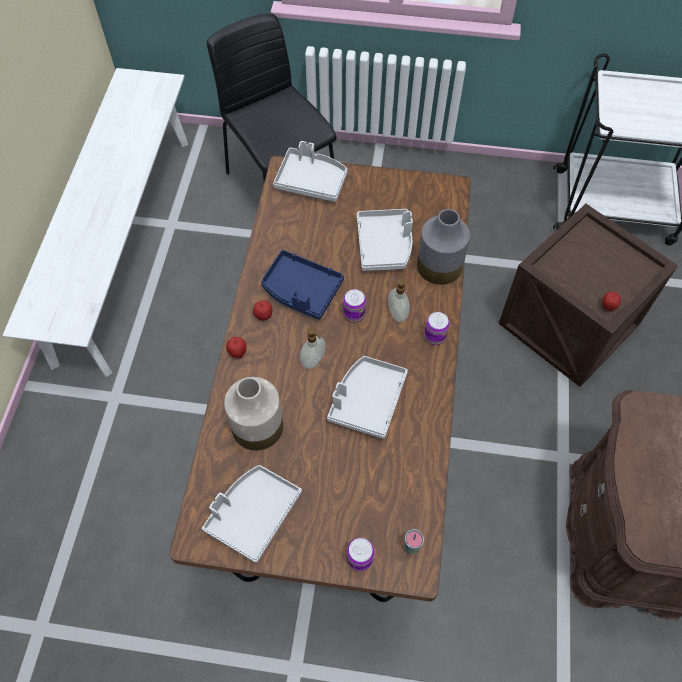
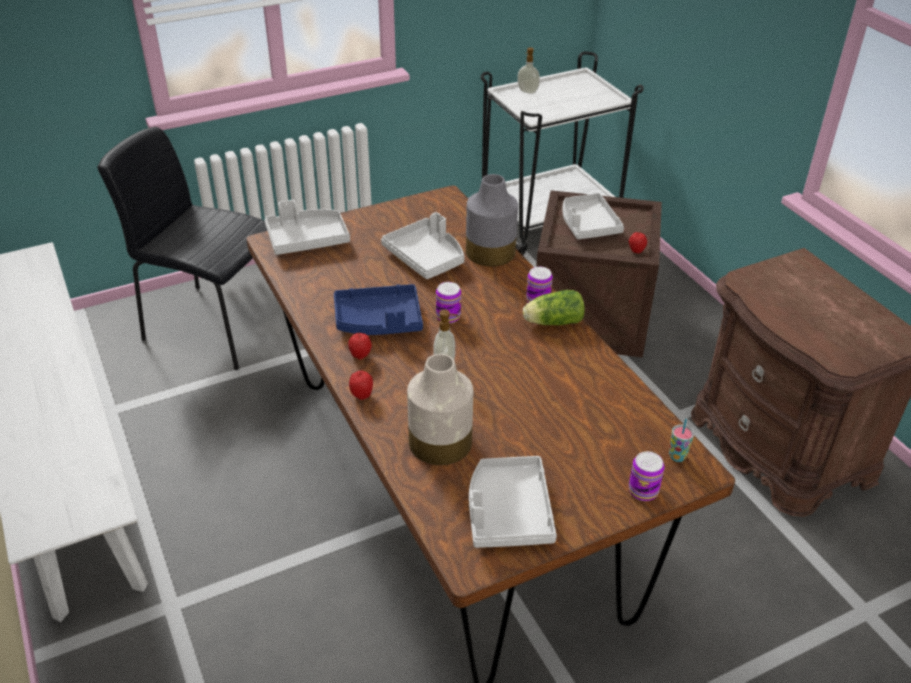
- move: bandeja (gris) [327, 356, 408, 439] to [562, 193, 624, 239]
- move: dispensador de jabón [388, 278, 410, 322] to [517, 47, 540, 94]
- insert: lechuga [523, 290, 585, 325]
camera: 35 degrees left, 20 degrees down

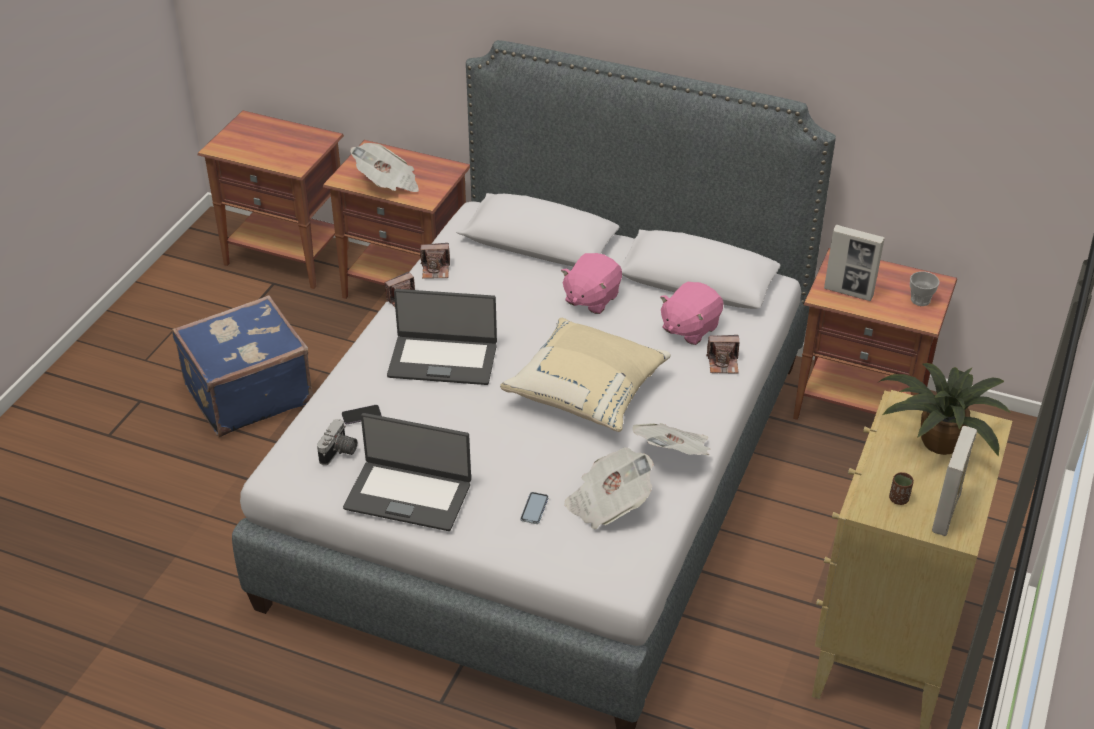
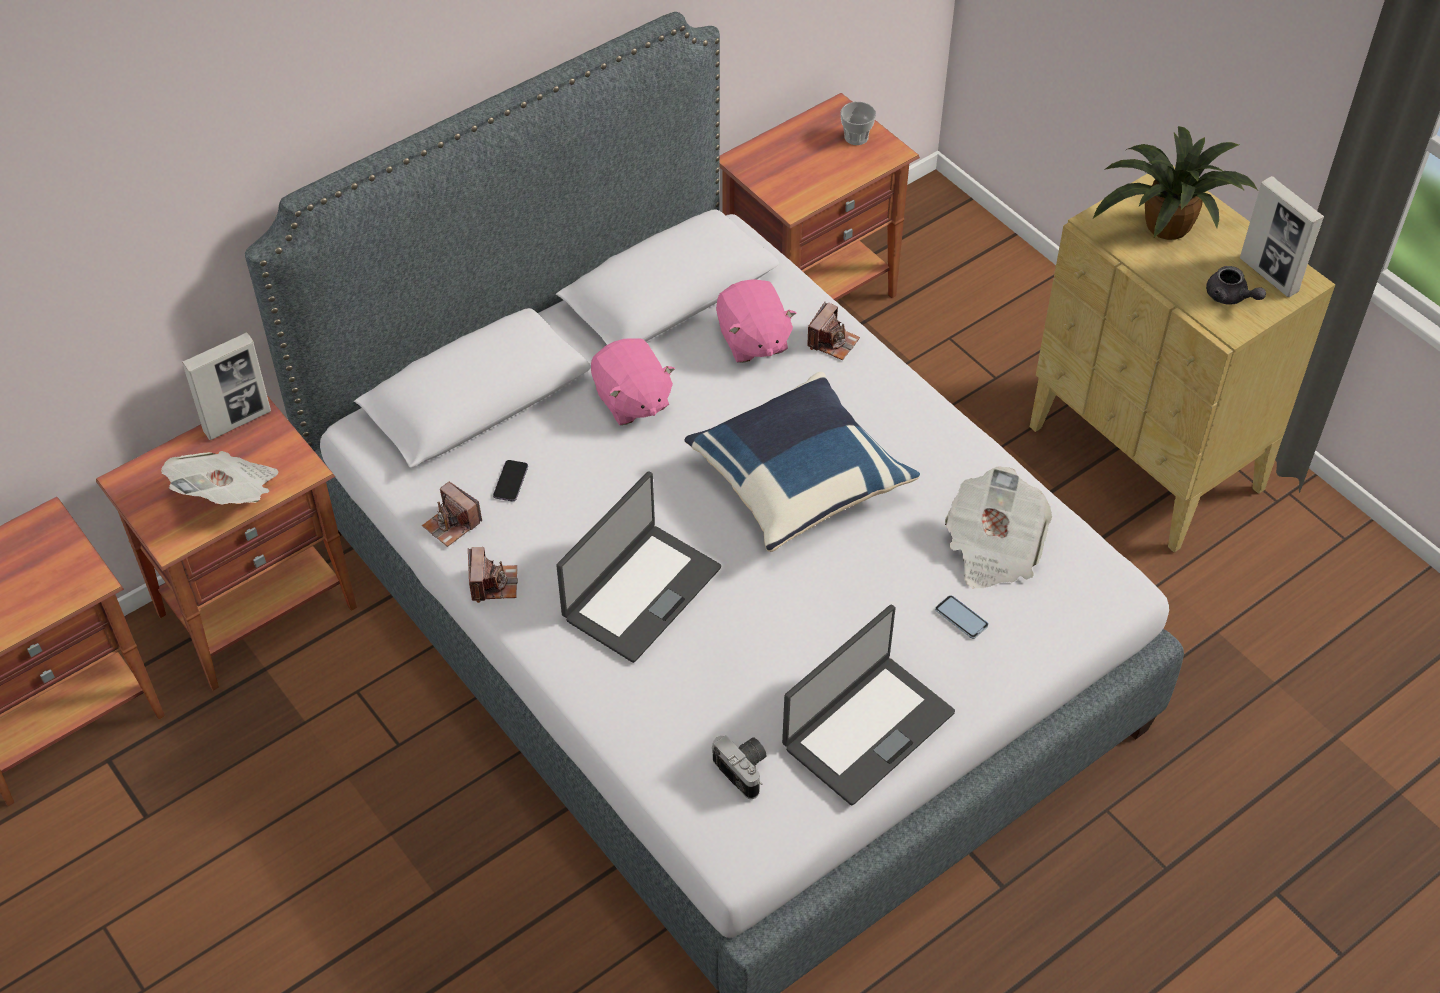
- delete: maleta (azul) [172, 295, 313, 437]
- move: móvil [342, 405, 382, 424] to [493, 460, 528, 501]
- rotate: cámara [420, 243, 450, 279] = [422, 482, 482, 547] 105 degrees clockwise
- recolor: cojín (beis) [500, 318, 671, 432] to cojín (azul) [685, 372, 920, 552]
- delete: periódico [632, 423, 710, 455]
- move: portarretratos [824, 225, 885, 301] to [182, 333, 271, 440]
- replace: taza (marrón) [889, 472, 914, 505] to tetera (gris) [1206, 266, 1266, 305]
camera: 60 degrees left, 10 degrees up

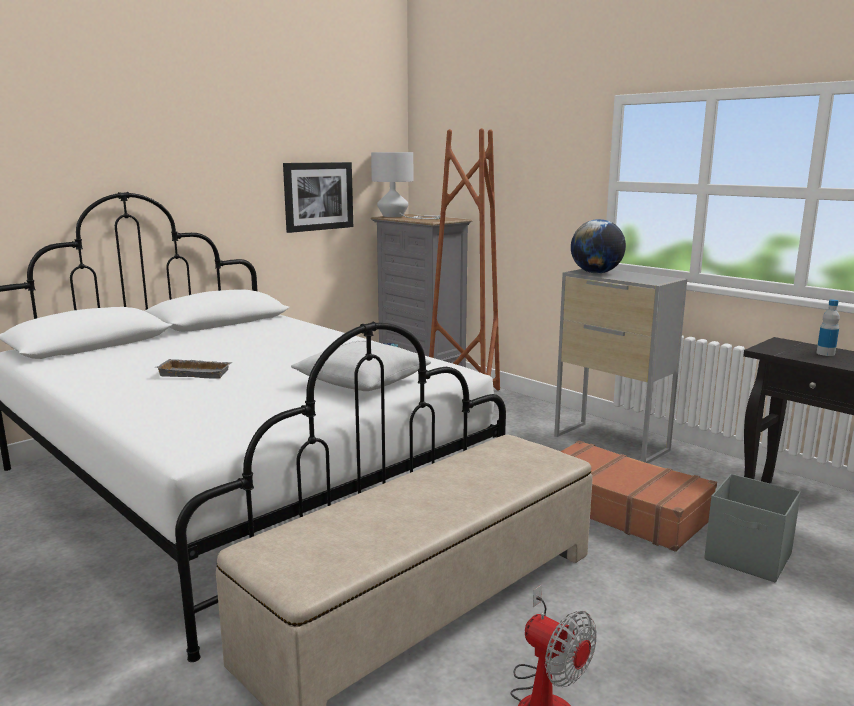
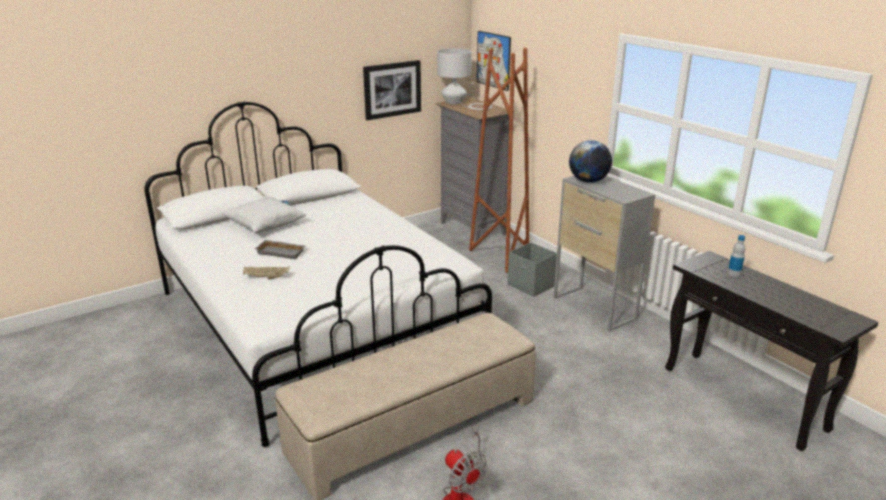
- move: cojín (gris) [291, 341, 431, 391] to [222, 197, 306, 233]
- delete: maleta (marrón) [560, 440, 717, 552]
- move: caja de almacenaje (gris) [704, 474, 801, 582] to [508, 242, 557, 297]
- insert: bandeja (beis) [243, 266, 290, 279]
- insert: cuadro [477, 31, 511, 91]
camera: 10 degrees right, 10 degrees up

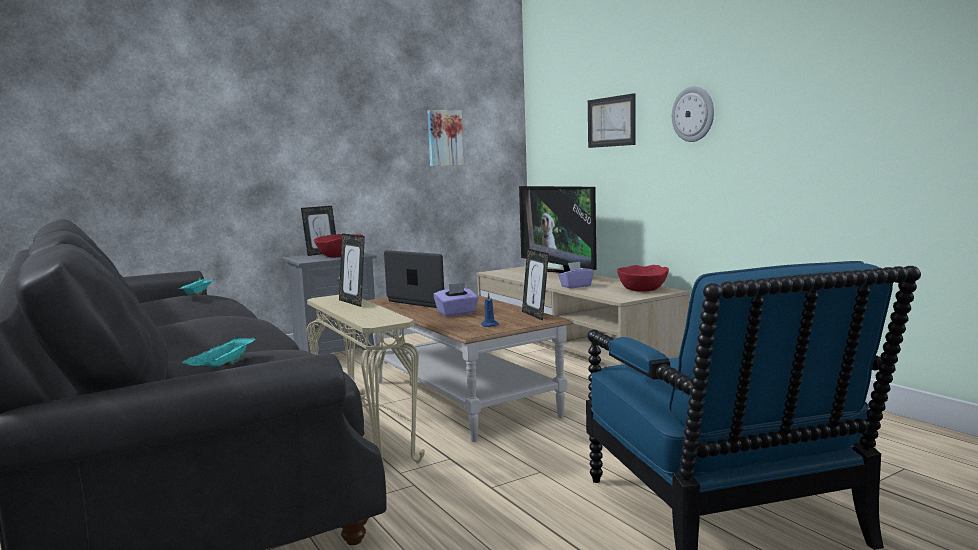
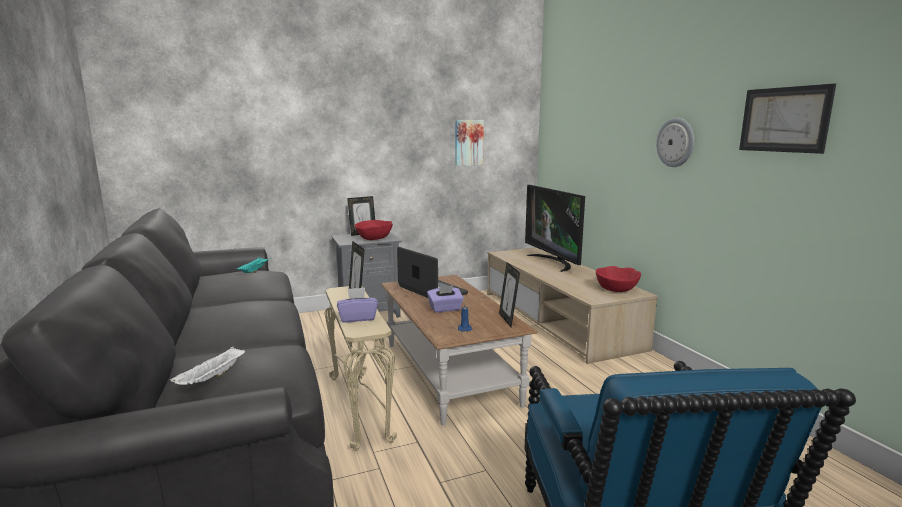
- recolor: bandeja (turquesa) [182, 336, 256, 367] to bandeja (blanco) [170, 347, 245, 385]
- move: caja de pañuelos (morado) [558, 262, 594, 288] to [337, 287, 378, 322]
- move: cuadro [588, 93, 636, 148] to [739, 84, 836, 154]
camera: 10 degrees right, 5 degrees up

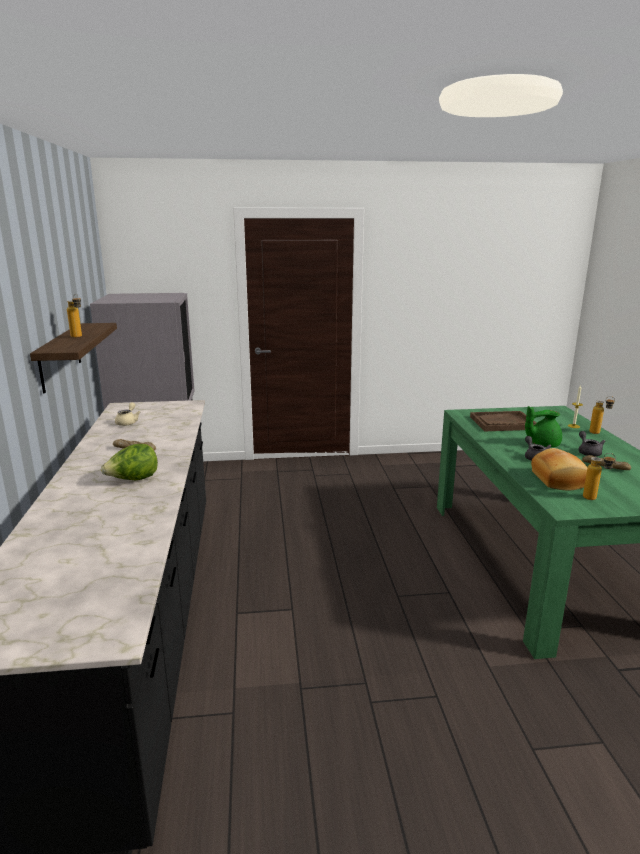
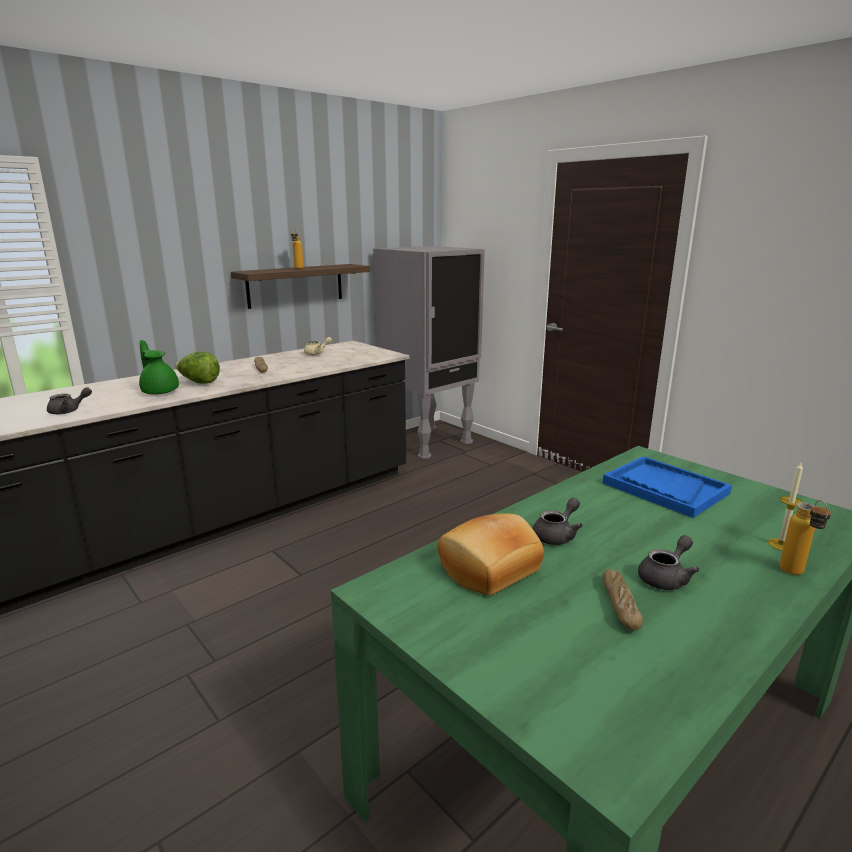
- recolor: bandeja (marrón) [470, 411, 536, 431] to bandeja (azul) [603, 456, 732, 518]
- move: tetera (verde) [525, 406, 562, 447] to [139, 340, 179, 394]
- delete: botella [583, 453, 616, 500]
- insert: tetera (gris) [47, 387, 92, 414]
camera: 55 degrees right, 0 degrees up

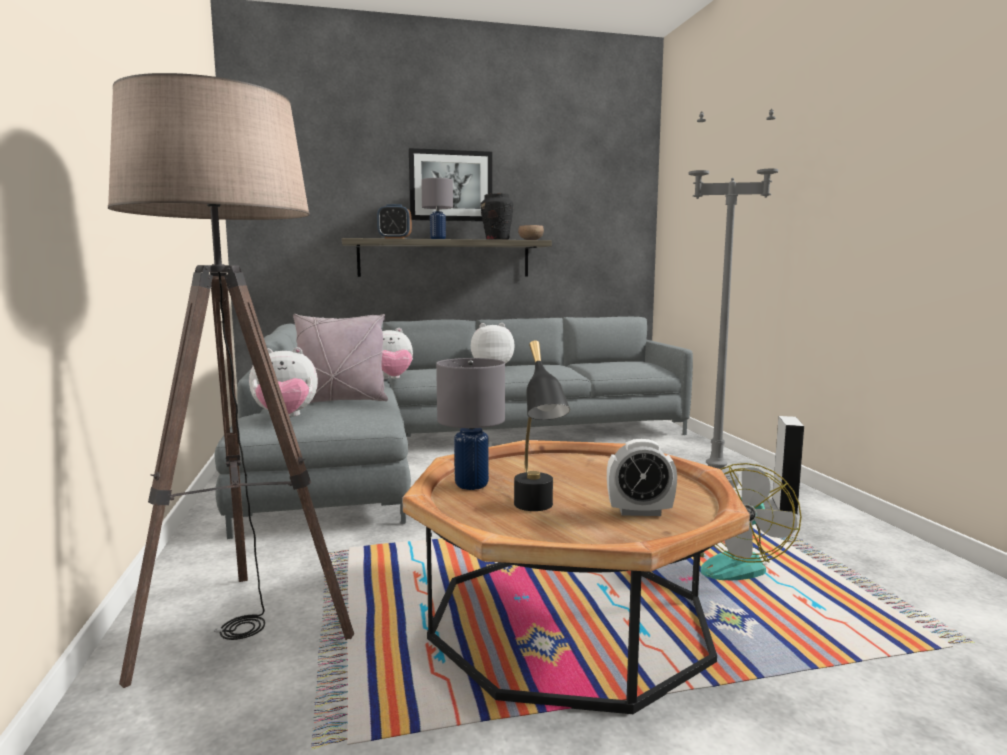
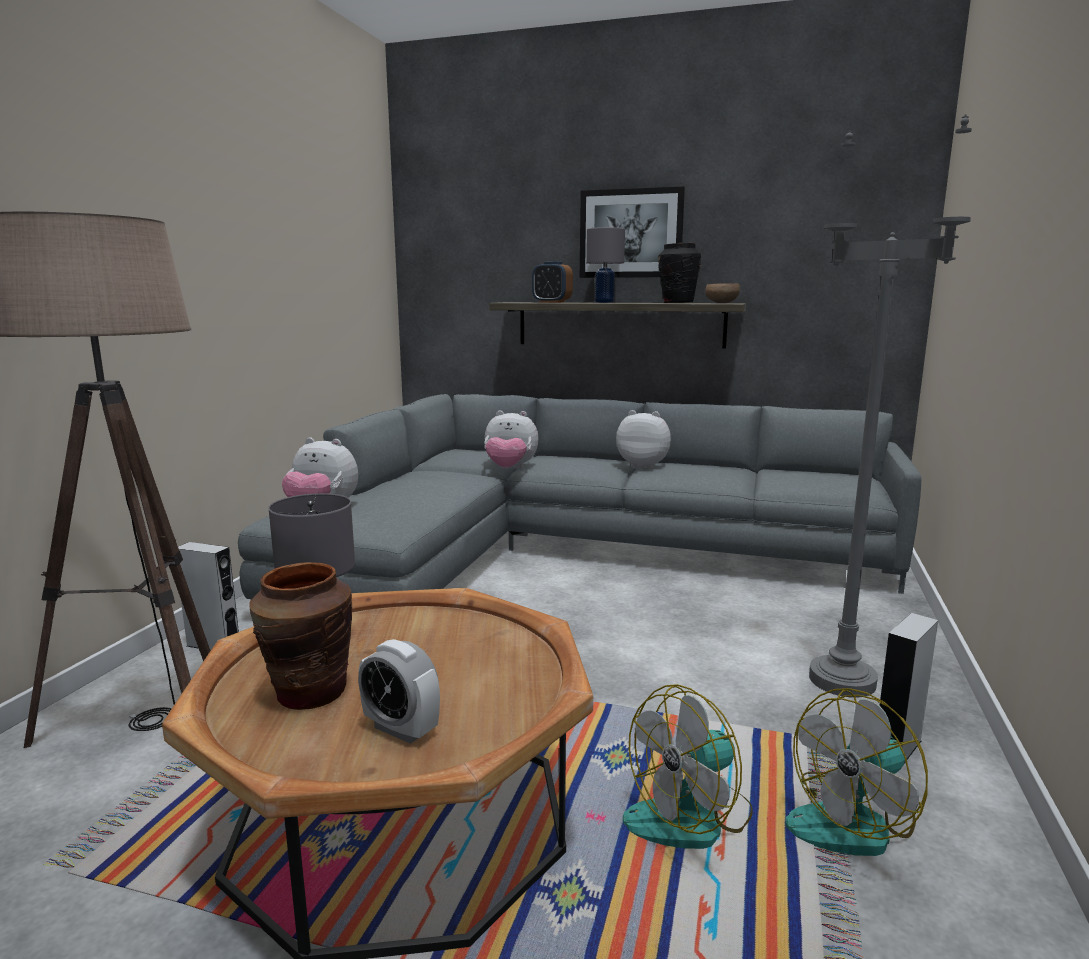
- delete: cojín (morado) [293, 314, 388, 403]
- replace: lámpara de mesa (negro) [514, 340, 570, 511] to florero (marrón) [249, 562, 352, 710]
- insert: altavoz (gris) [178, 542, 239, 651]
- insert: ventilador [785, 688, 928, 856]
camera: 30 degrees right, 5 degrees up

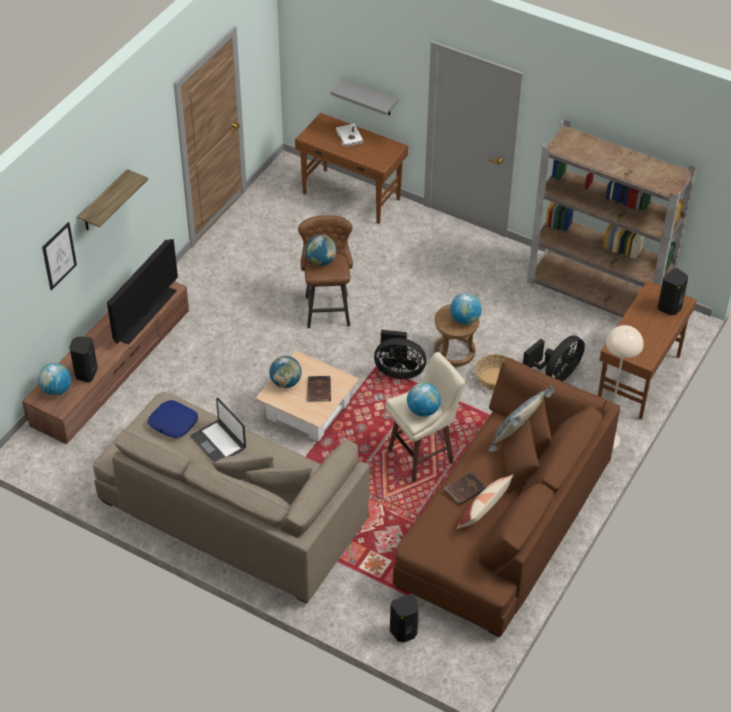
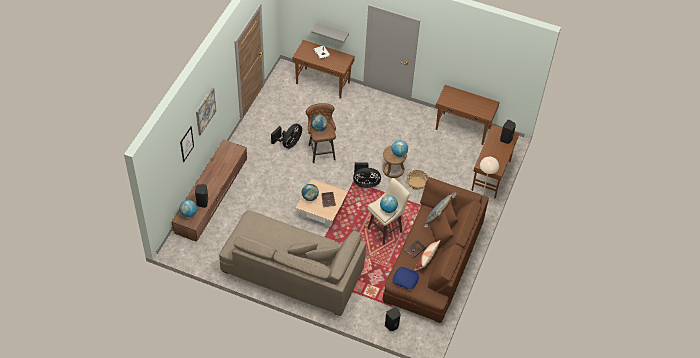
- replace: estante [78, 169, 148, 230] to cuadro [196, 87, 216, 136]
- delete: televisor [107, 239, 178, 344]
- move: cojín (azul) [148, 400, 198, 438] to [393, 267, 419, 289]
- delete: portátil [191, 398, 246, 462]
- move: ventilador (negro) [523, 336, 585, 381] to [271, 124, 302, 149]
- replace: estantería (marrón) [527, 119, 697, 318] to mesa consola (marrón) [435, 85, 500, 145]
camera: 10 degrees left, 5 degrees up

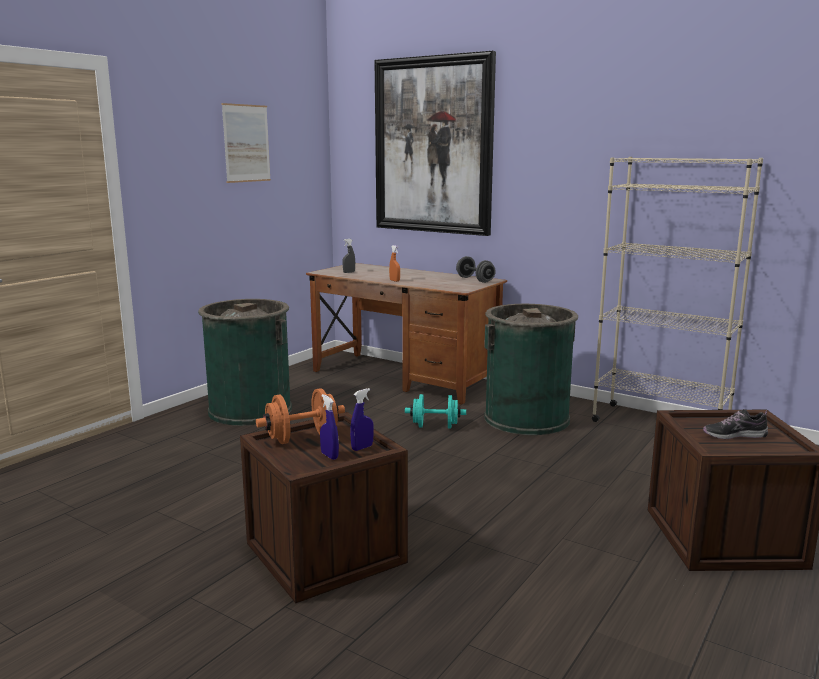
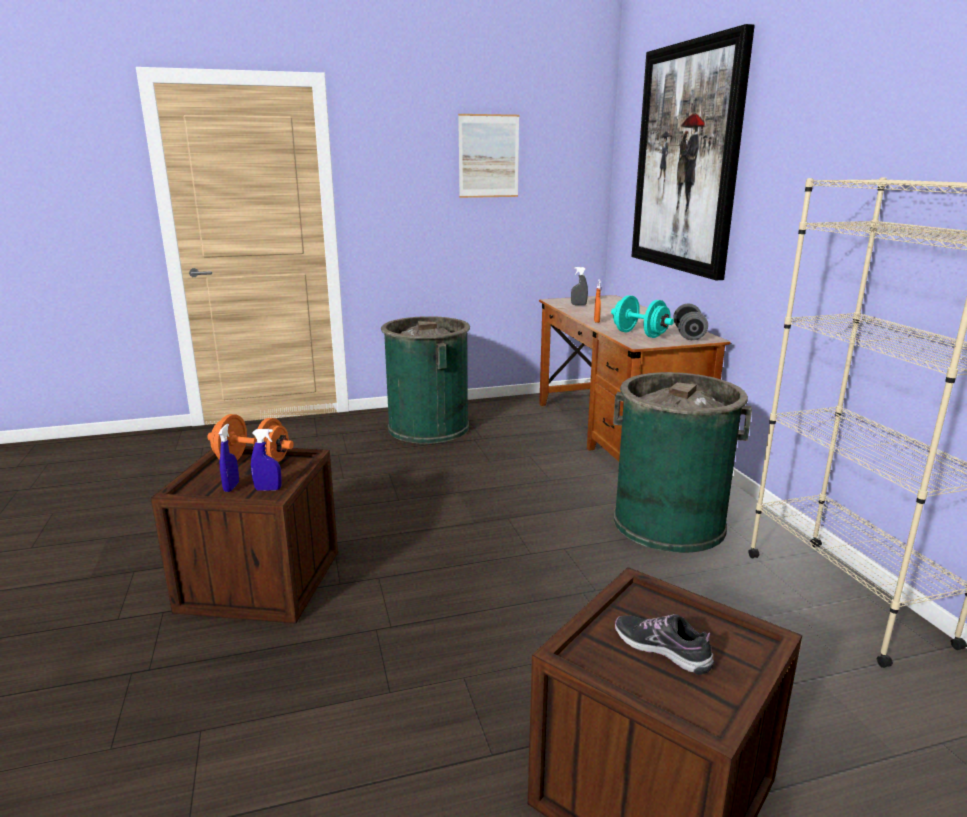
- move: mancuerna (turquesa) [405, 394, 466, 428] to [611, 295, 674, 338]
camera: 40 degrees right, 5 degrees up

